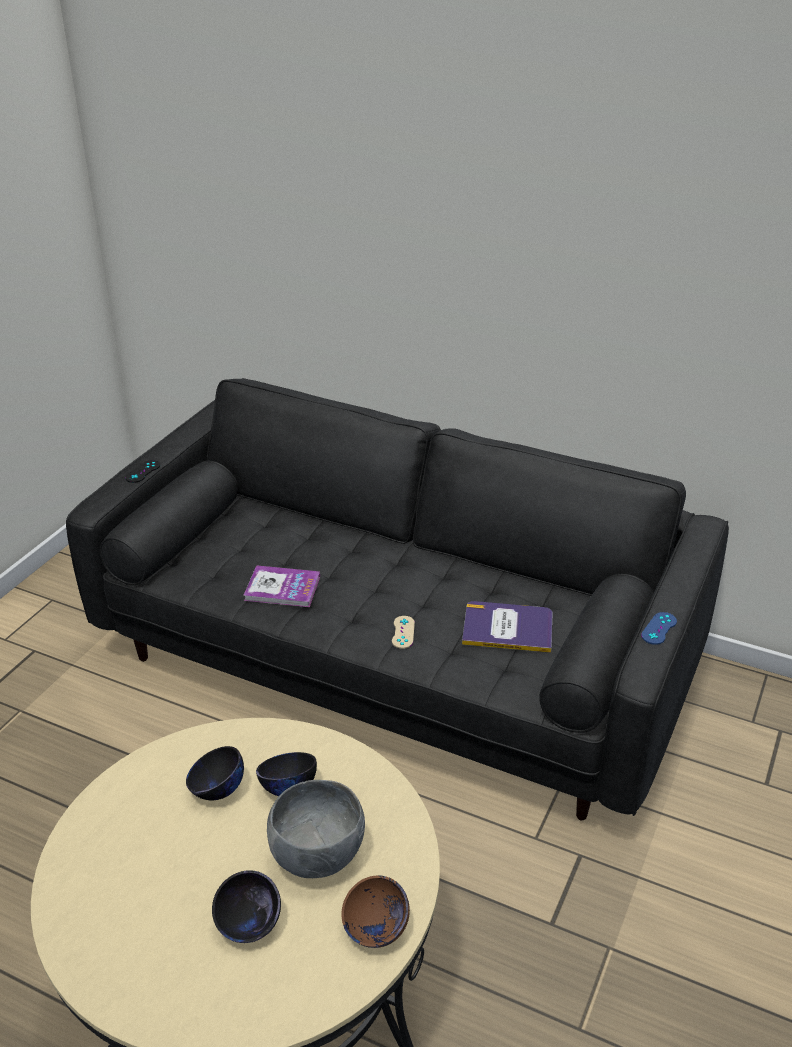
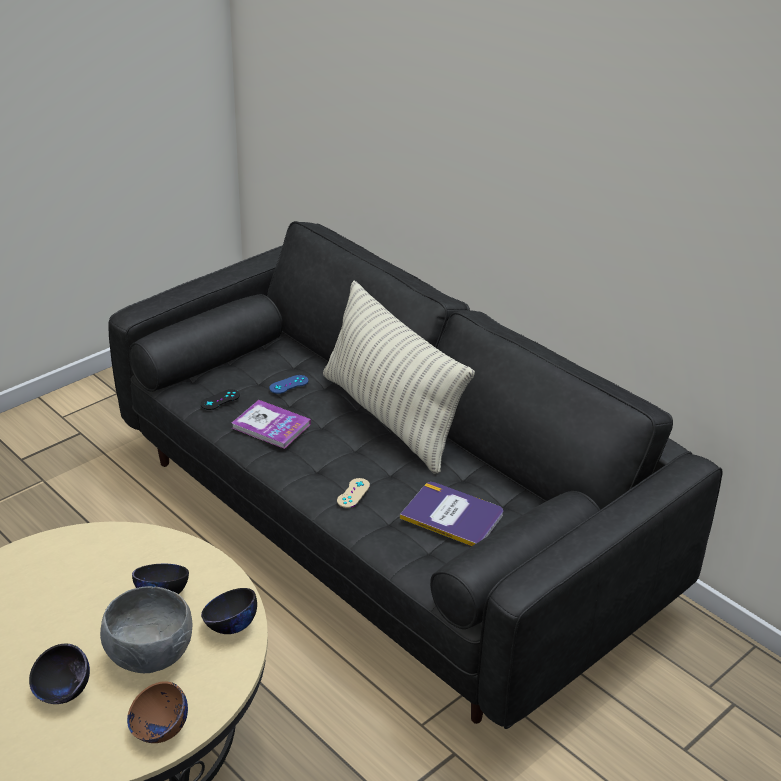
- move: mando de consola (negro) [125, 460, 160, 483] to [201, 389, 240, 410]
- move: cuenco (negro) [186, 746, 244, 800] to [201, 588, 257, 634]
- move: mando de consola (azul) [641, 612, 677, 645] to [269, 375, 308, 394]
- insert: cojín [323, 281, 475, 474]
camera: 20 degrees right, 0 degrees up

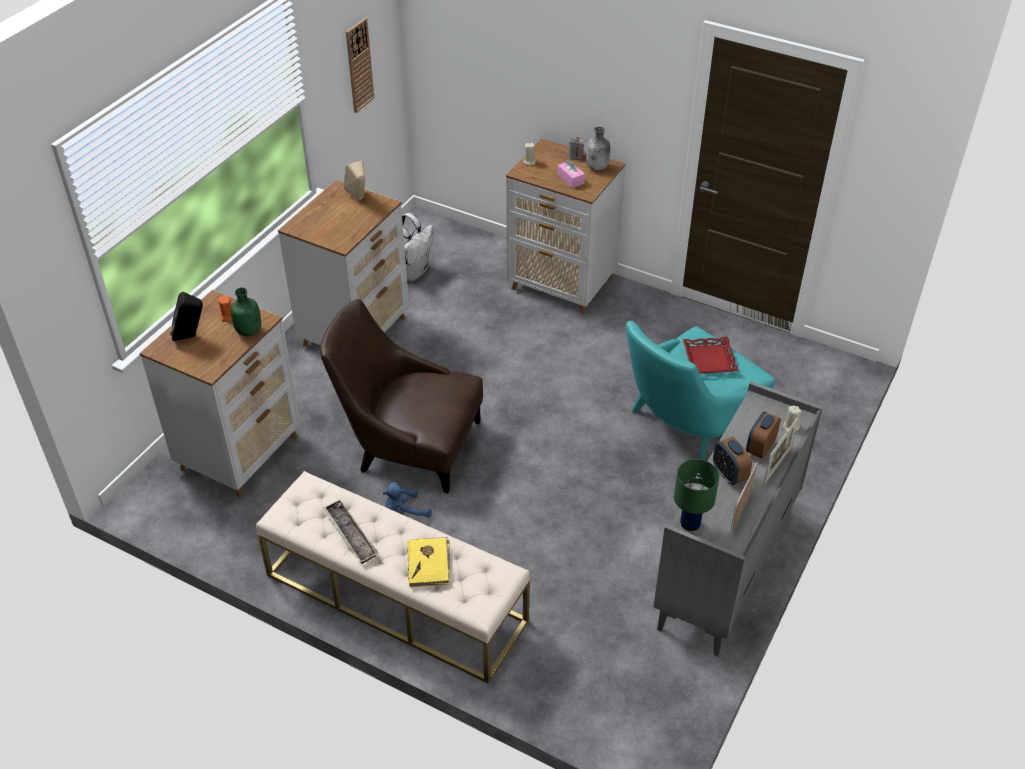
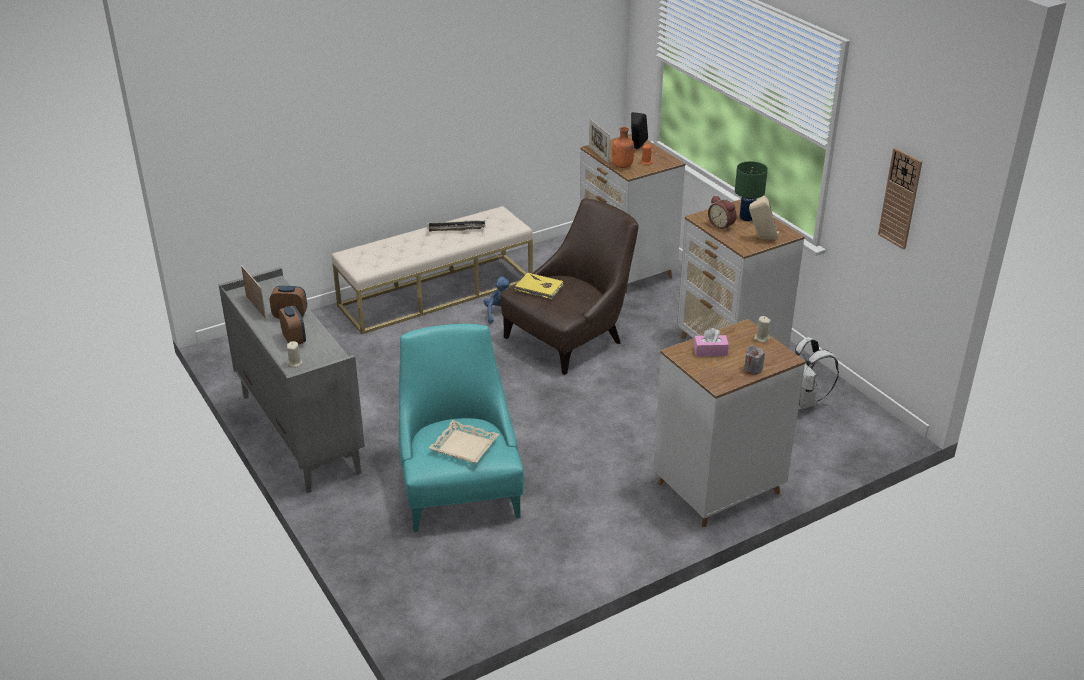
- recolor: botella (verde) [231, 288, 261, 336] to botella (naranja) [612, 127, 634, 168]
- move: libro (amarillo) [407, 537, 450, 587] to [515, 273, 564, 299]
- delete: botella (gris) [586, 127, 610, 171]
- move: lámpara de mesa (verde) [674, 459, 719, 531] to [735, 161, 768, 221]
- recolor: bandeja (rojo) [683, 337, 739, 374] to bandeja (beis) [429, 420, 499, 463]
- move: portarretratos [764, 418, 798, 485] to [589, 119, 610, 163]
- insert: despertador [708, 196, 737, 230]
camera: 120 degrees right, 10 degrees down

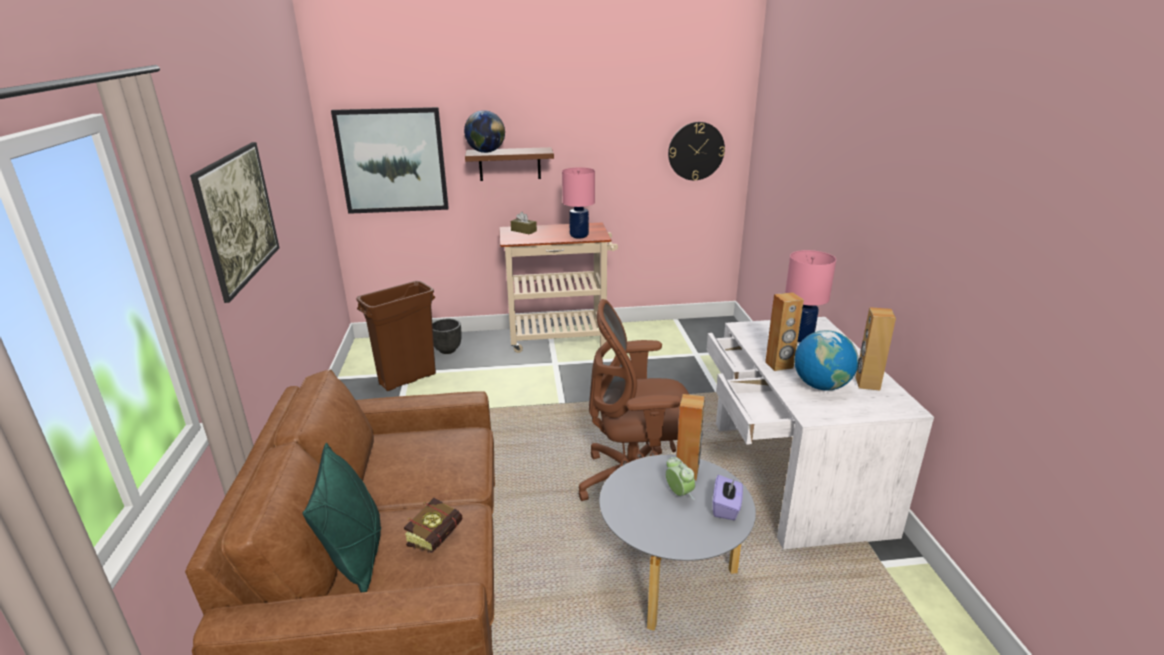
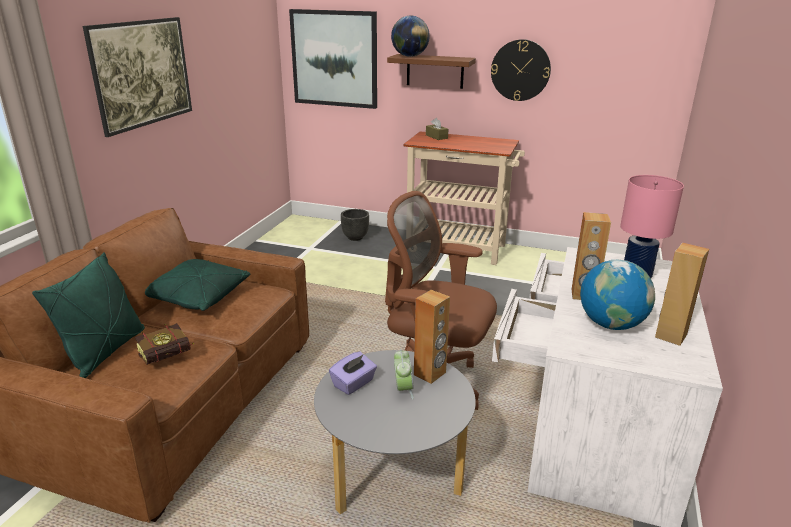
- delete: papelera (marrón) [356, 281, 436, 391]
- delete: lámpara de mesa (rosa) [562, 167, 595, 239]
- move: reloj de pared [668, 122, 725, 180] to [491, 39, 551, 101]
- move: caja de pañuelos (morado) [713, 475, 743, 520] to [329, 352, 377, 395]
- insert: cojín (verde) [145, 259, 250, 311]
camera: 25 degrees right, 0 degrees up

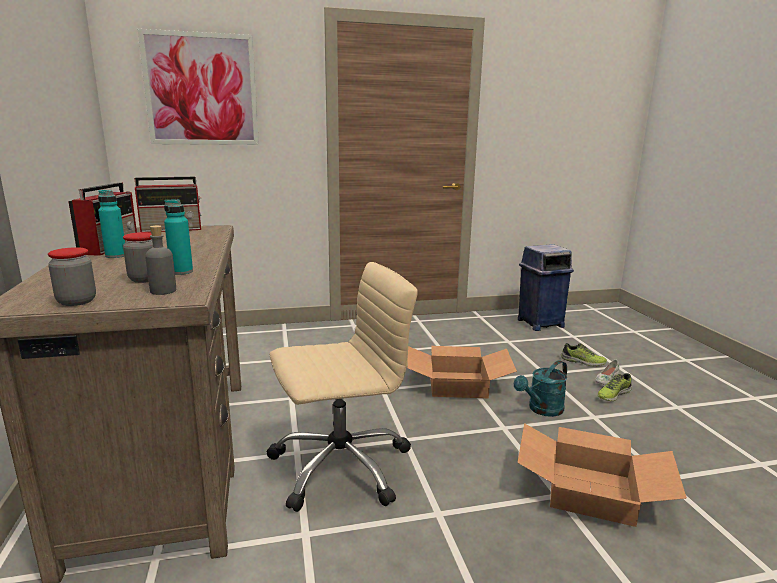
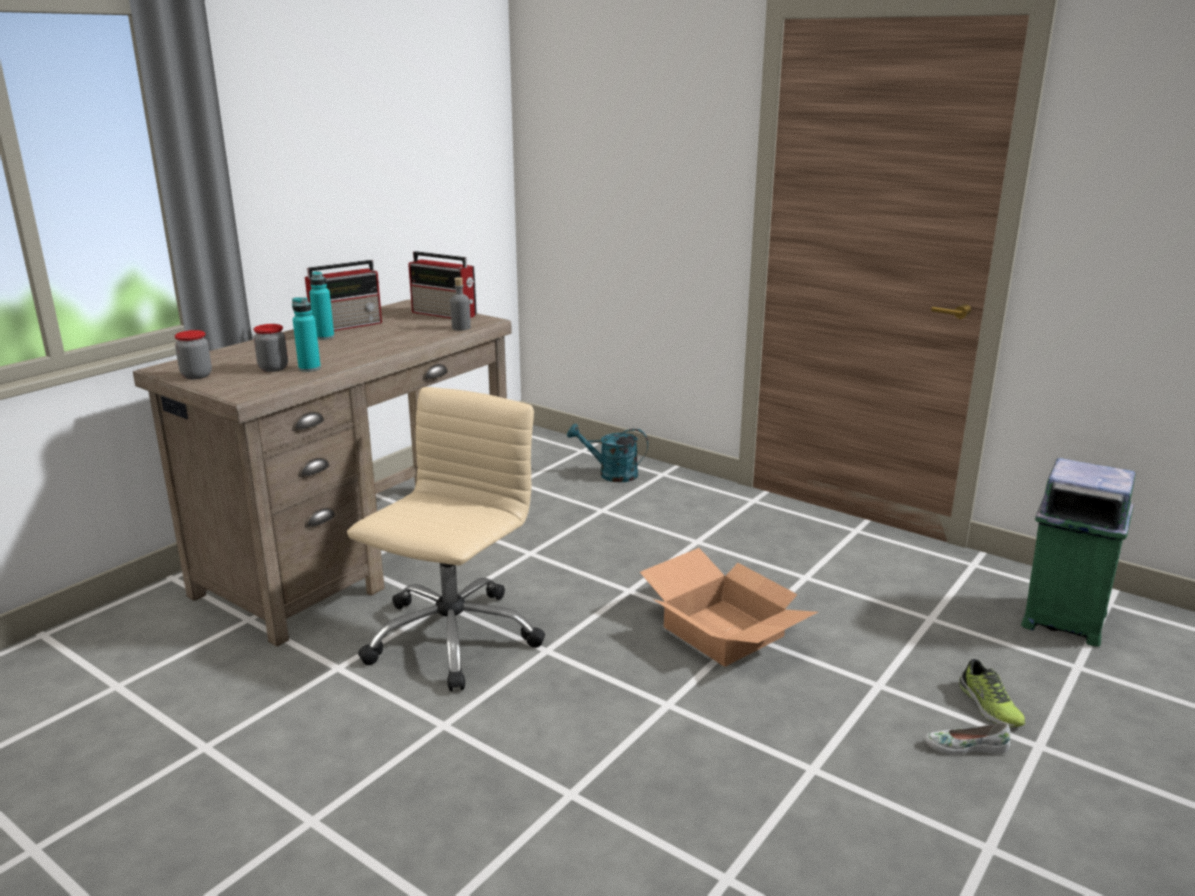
- delete: cuadro [138, 29, 259, 145]
- move: botella (gris) [145, 225, 176, 295] to [450, 277, 471, 331]
- rotate: silla de oficina (beis) [266, 262, 418, 512] = [347, 387, 545, 691] 90 degrees counterclockwise
- move: regadera (turquesa) [514, 360, 567, 417] to [567, 424, 648, 483]
- delete: caja de cartón [517, 423, 687, 527]
- recolor: papelera (azul) [518, 244, 574, 331] to papelera (verde) [1021, 458, 1136, 647]
- delete: zapato [597, 373, 632, 401]
camera: 50 degrees right, 5 degrees up

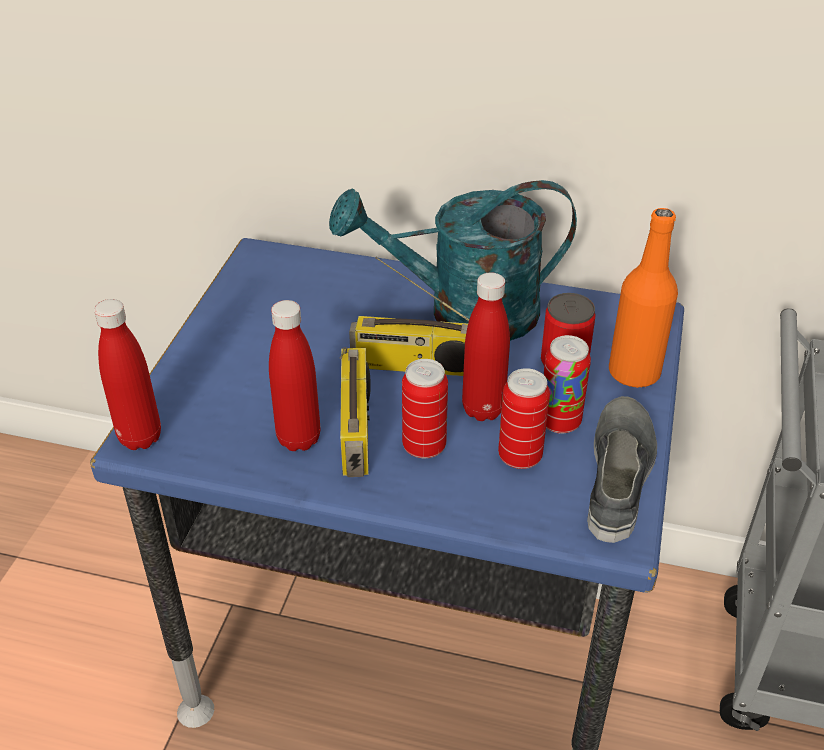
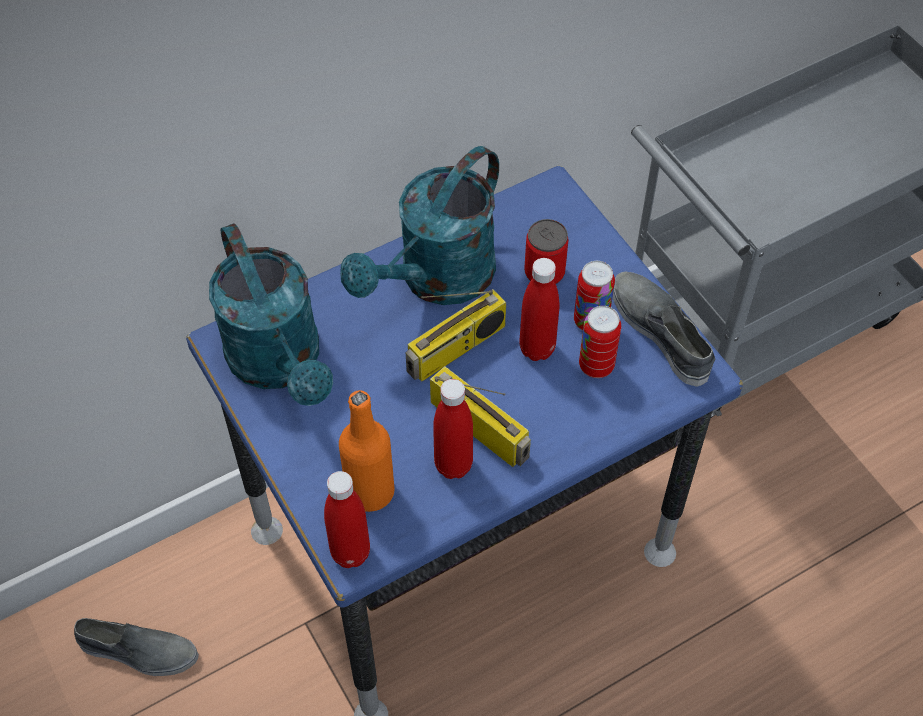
- delete: lata [402, 359, 448, 458]
- move: botella (naranja) [609, 208, 678, 388] to [339, 390, 395, 512]
- insert: zapato (gris) [74, 618, 199, 676]
- insert: regadera (turquesa) [209, 223, 333, 406]
camera: 45 degrees left, 15 degrees up

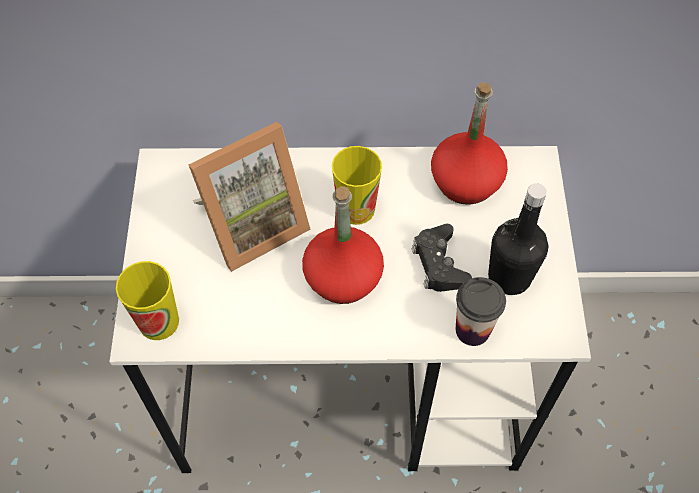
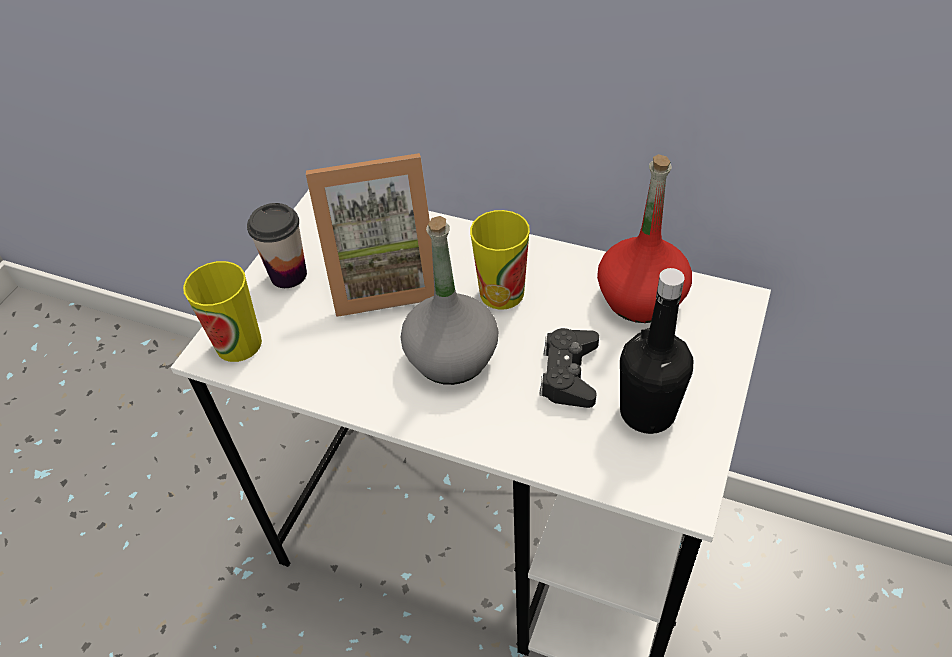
- recolor: botella (rojo) [302, 186, 384, 304] to botella (gris) [401, 216, 498, 385]
- move: taza [456, 277, 506, 346] to [247, 203, 307, 288]
camera: 25 degrees right, 10 degrees down

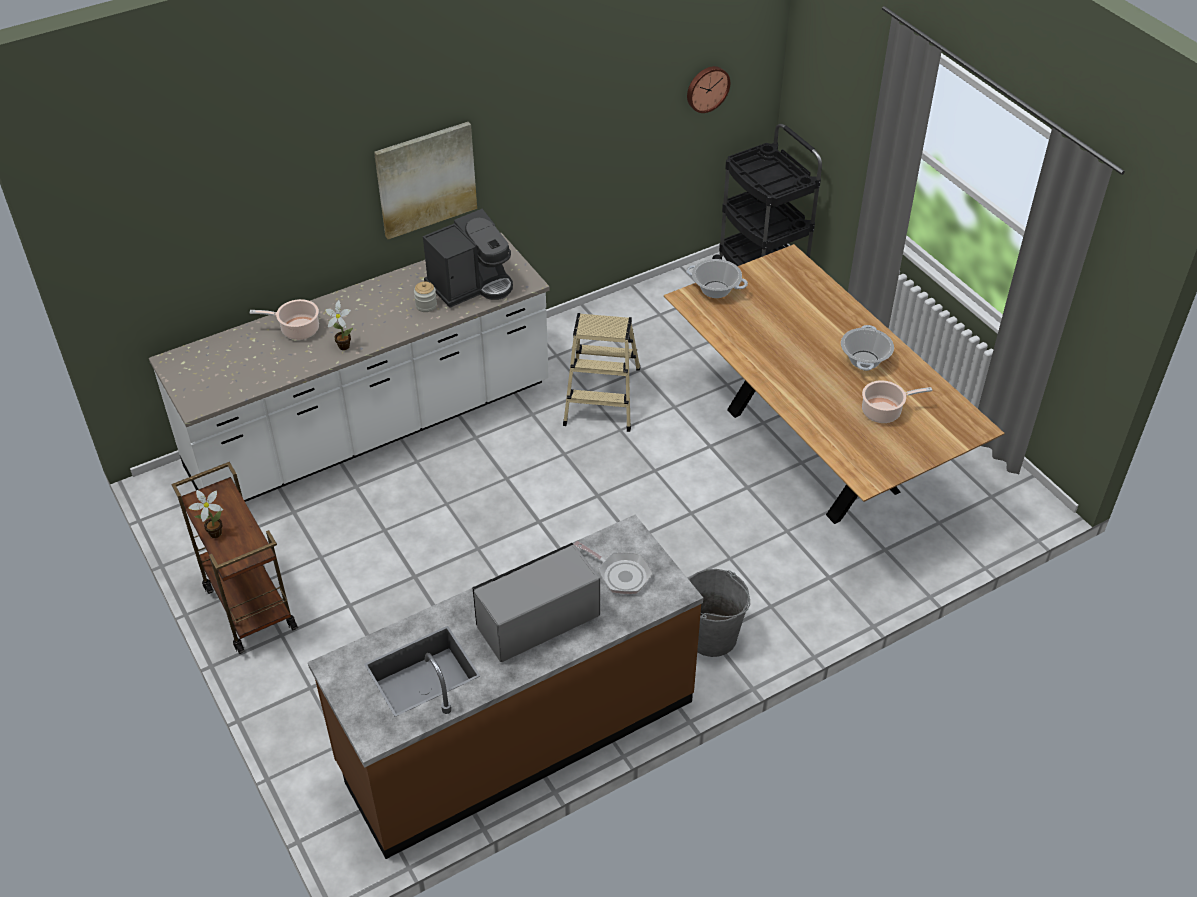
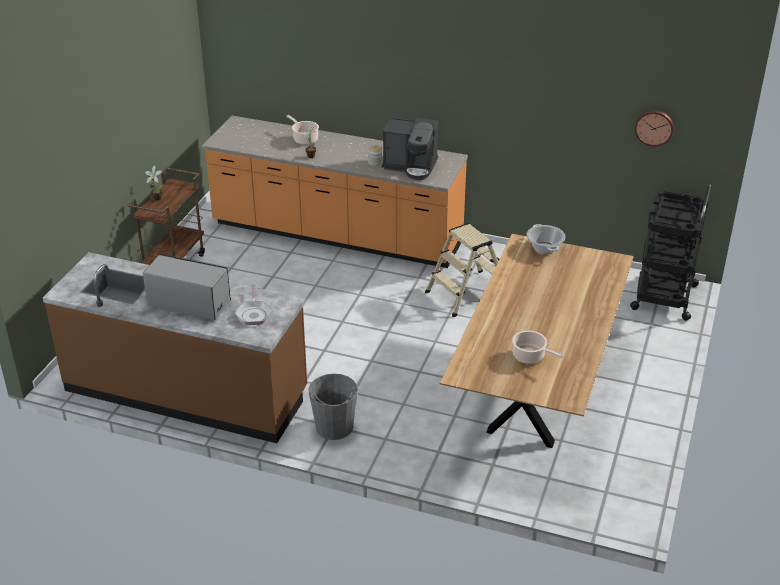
- recolor: mueble bajo de cocina (blanco) [149, 233, 550, 502] to mueble bajo de cocina (naranja) [202, 116, 468, 268]
- delete: cuadro [374, 122, 477, 239]
- delete: olla [841, 325, 894, 371]
camera: 50 degrees right, 10 degrees down

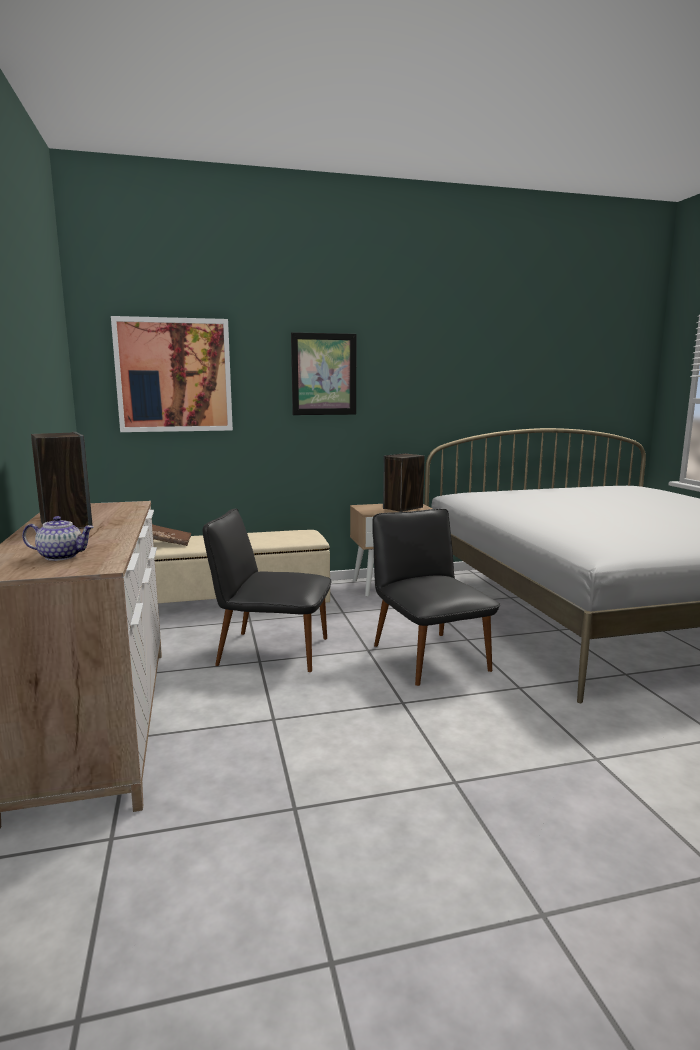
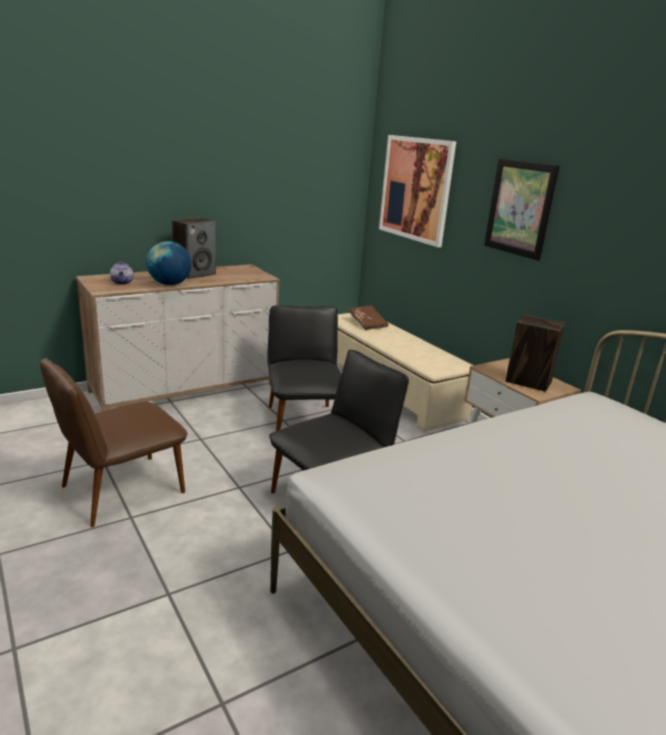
- insert: silla (marrón) [40, 358, 187, 527]
- insert: globo terráqueo [146, 241, 192, 285]
camera: 70 degrees right, 10 degrees up

